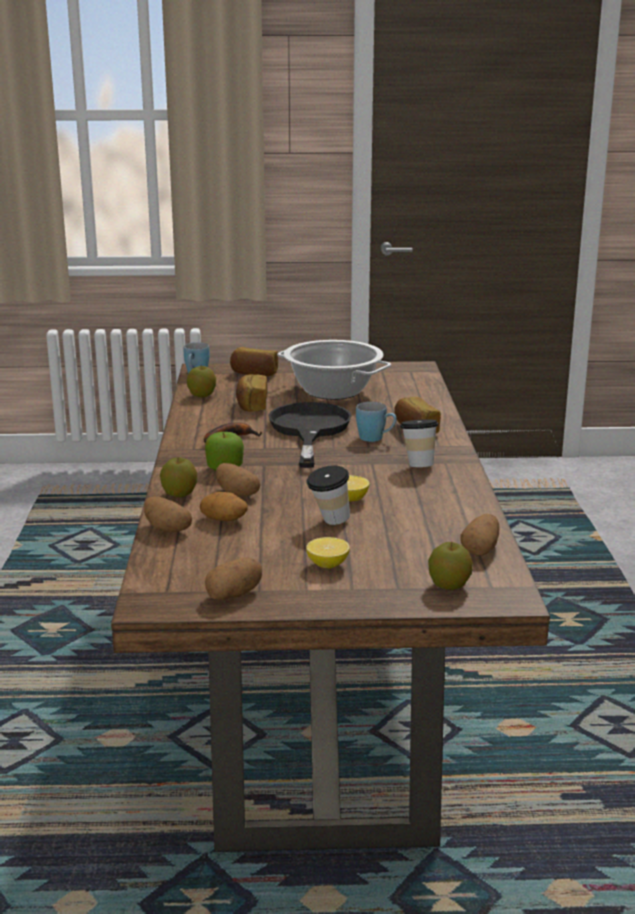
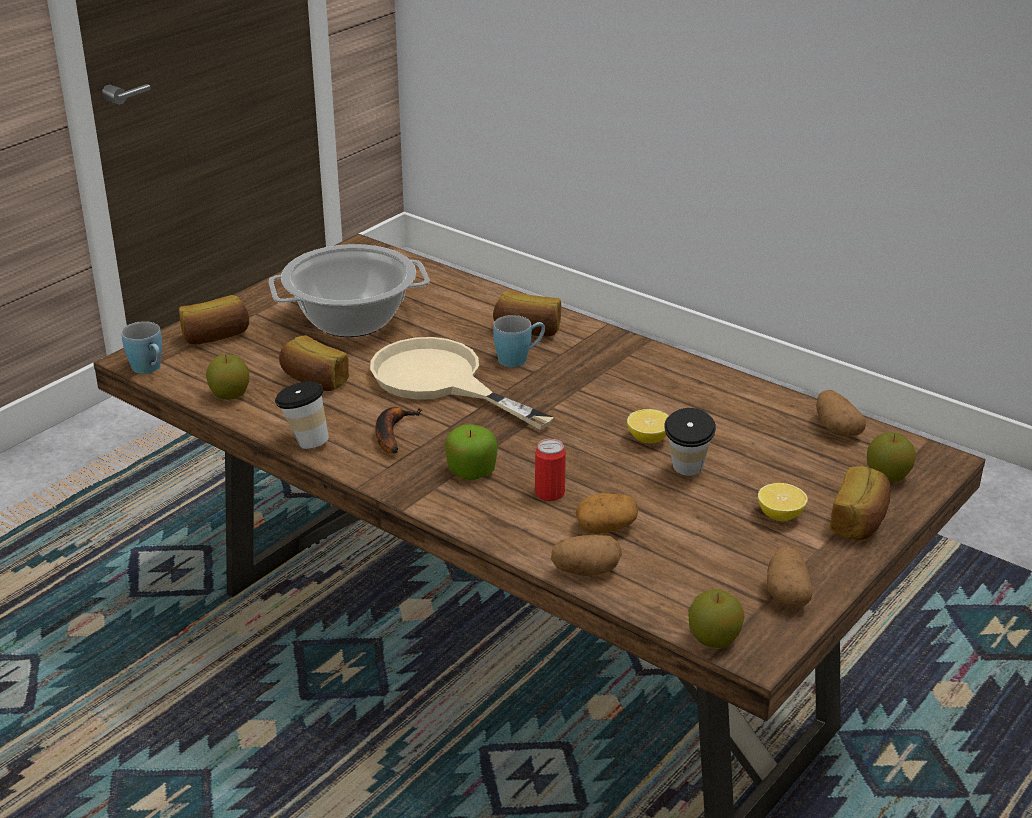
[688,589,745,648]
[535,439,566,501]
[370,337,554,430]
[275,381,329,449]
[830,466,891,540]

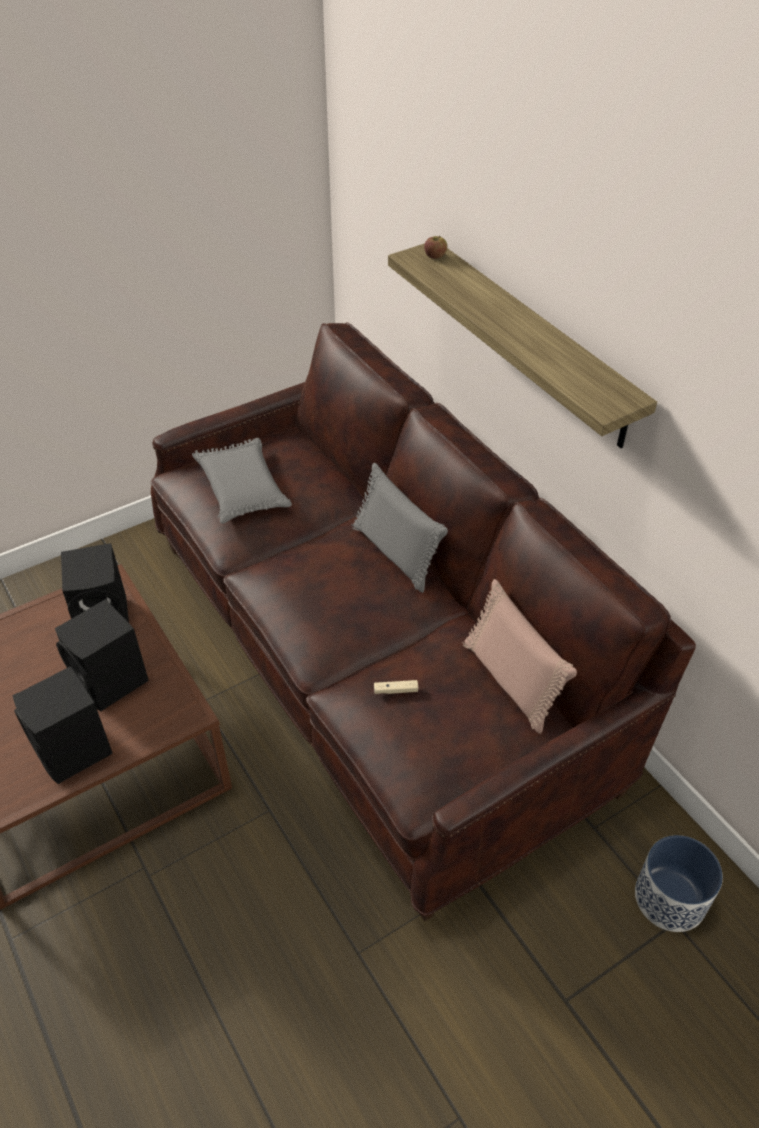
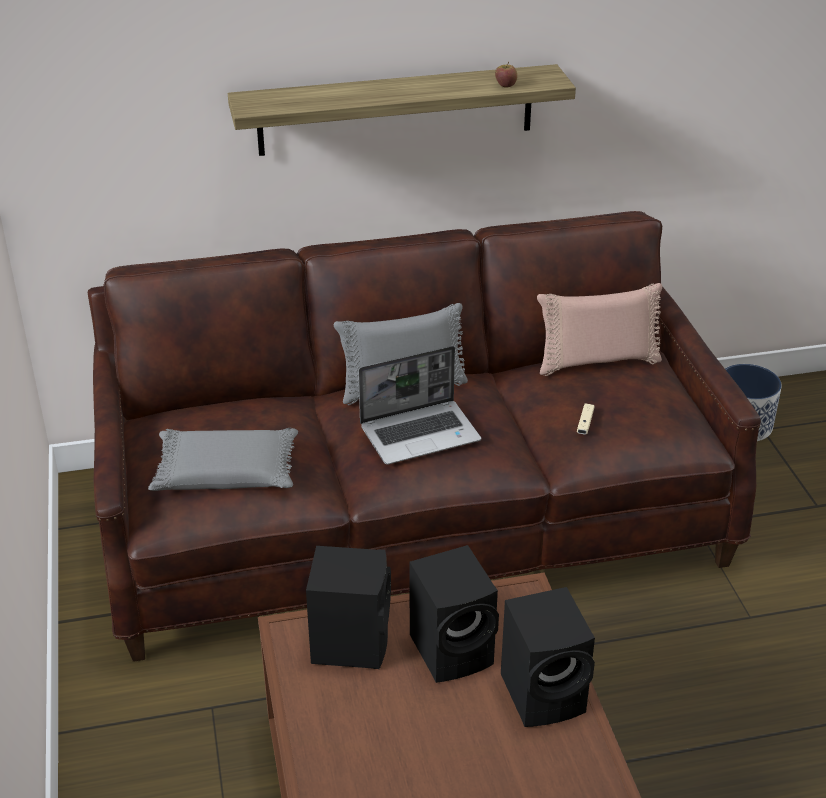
[495,62,517,88]
[359,346,481,465]

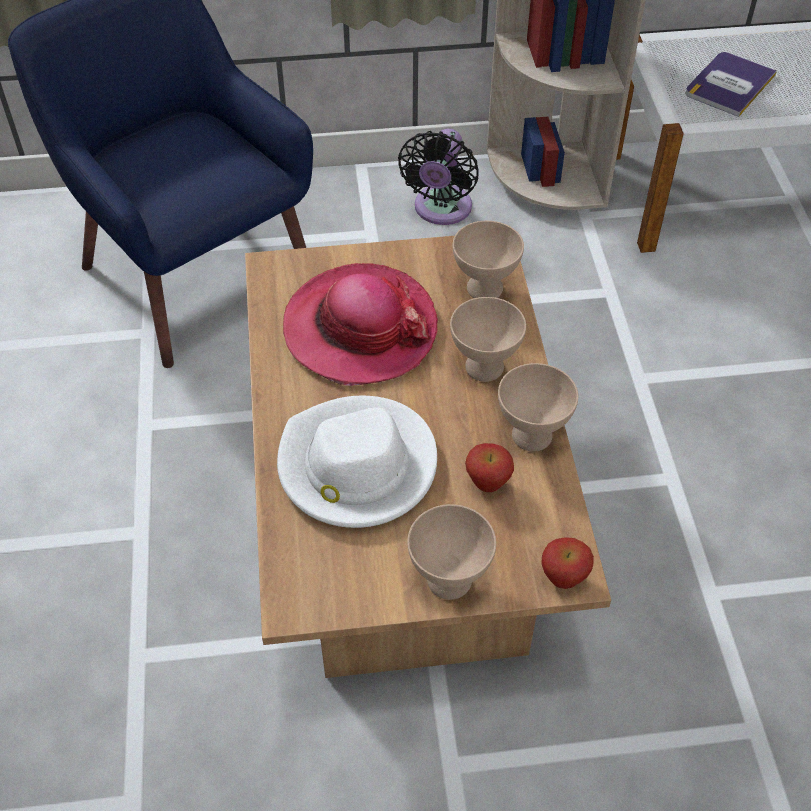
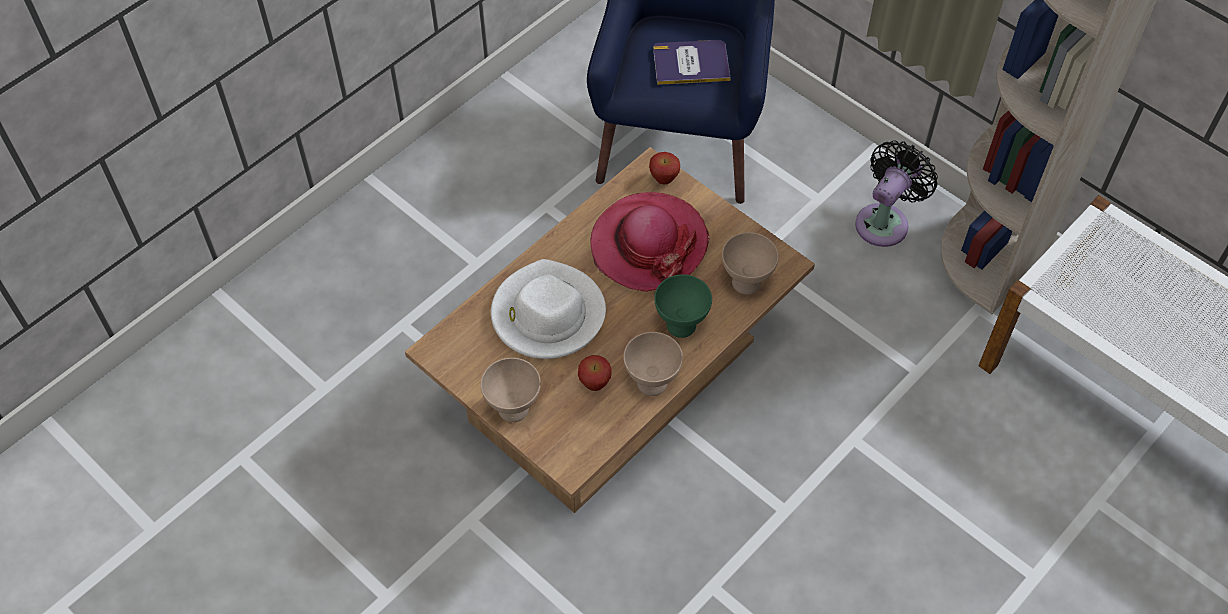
[855,140,938,247]
[654,274,712,338]
[649,152,680,184]
[653,40,731,85]

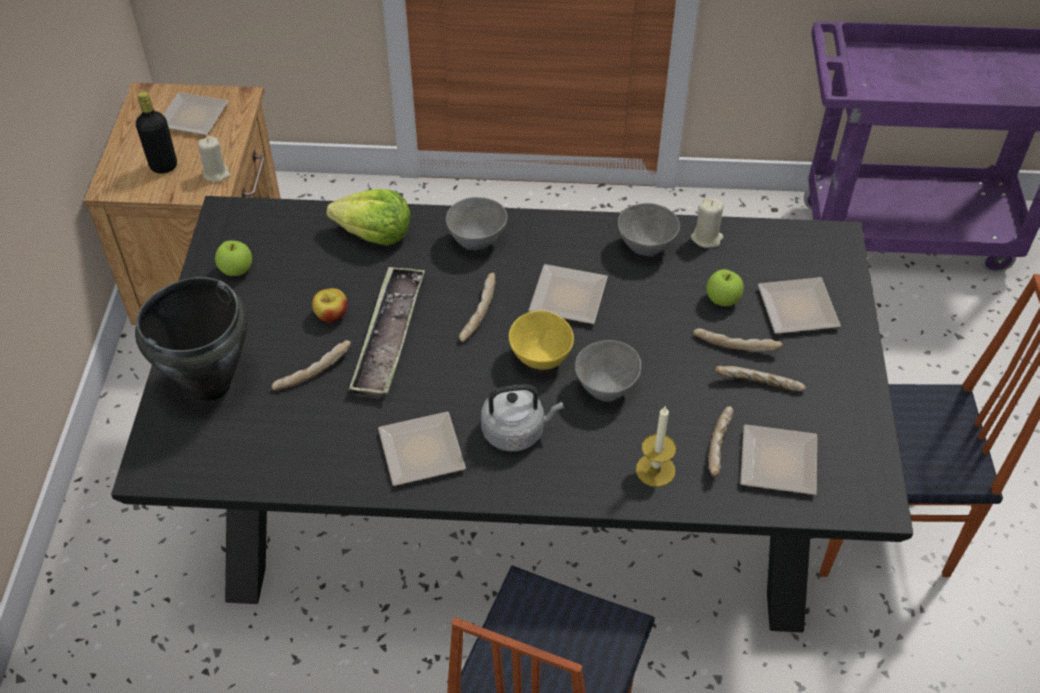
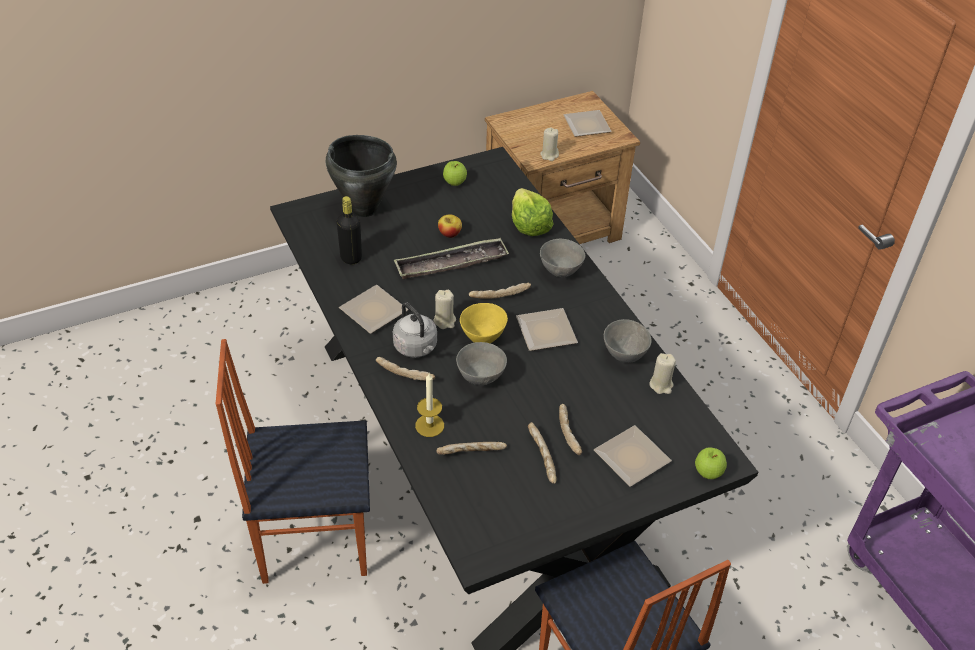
[337,196,362,264]
[376,357,435,381]
[695,447,727,479]
[740,425,817,495] (first image)
[433,290,456,329]

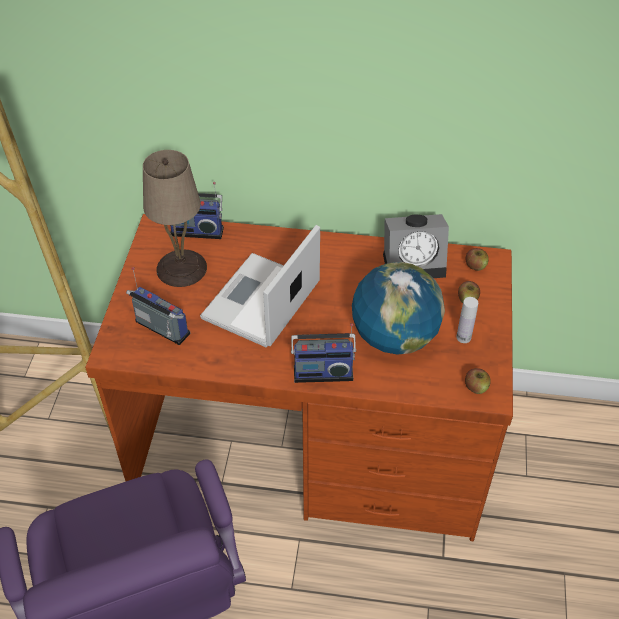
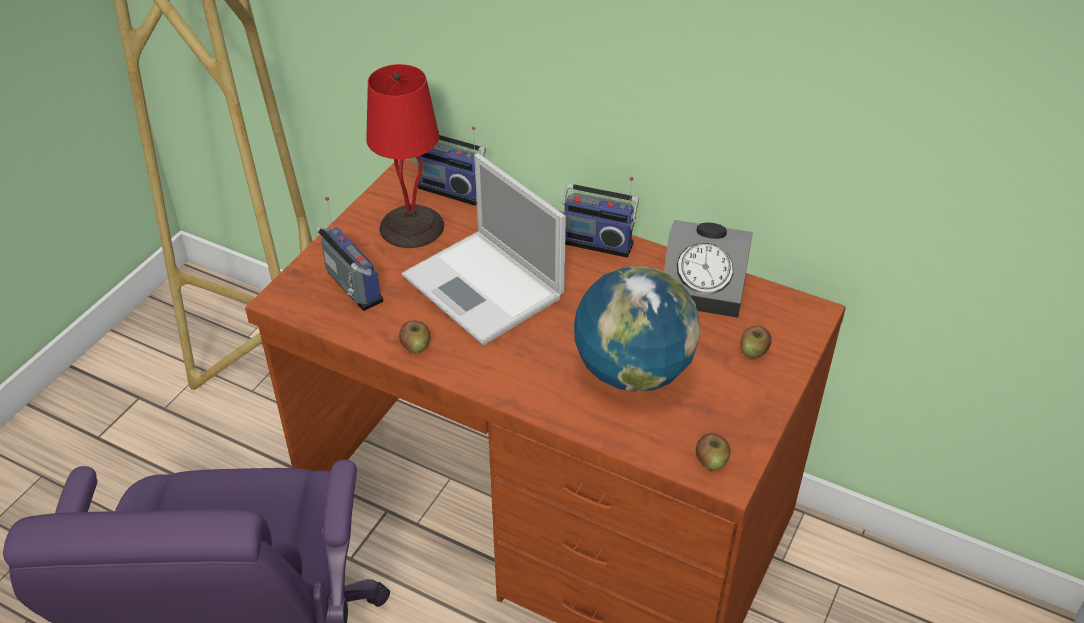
[366,64,444,248]
[401,154,566,345]
[562,177,639,258]
[456,297,478,343] (first image)
[399,321,430,353]

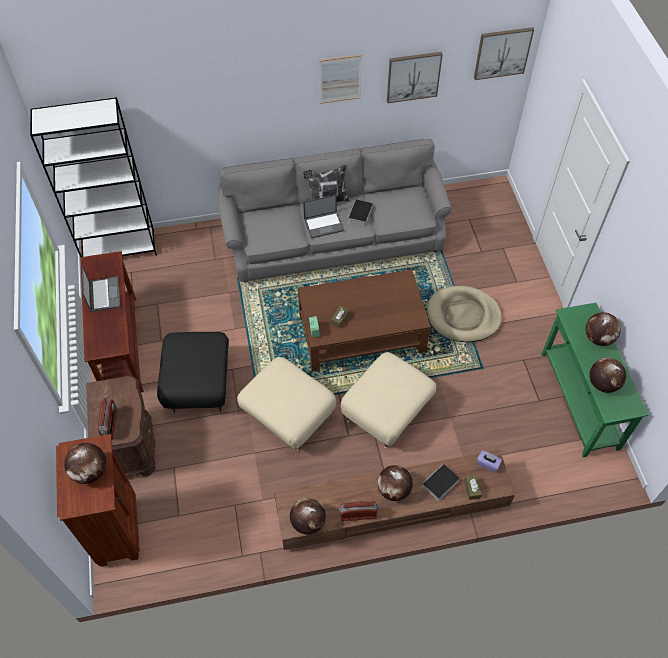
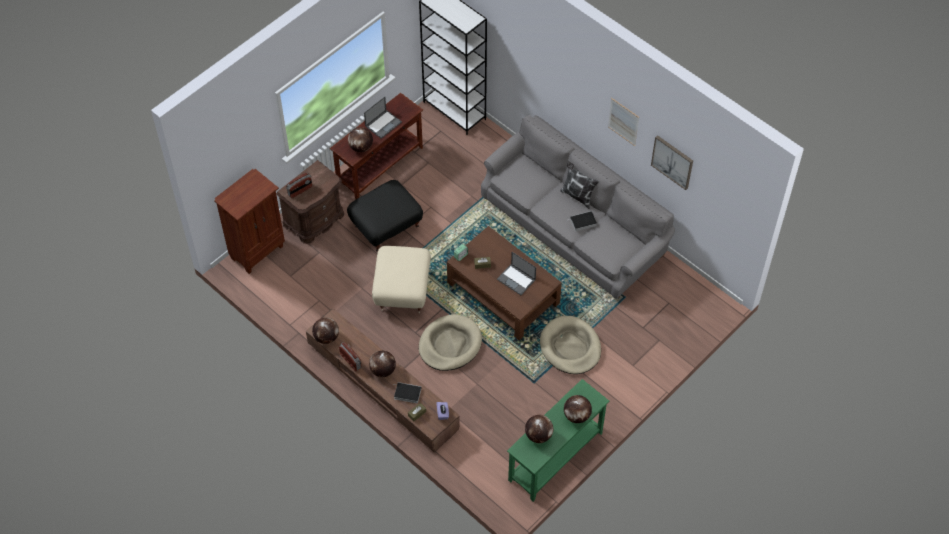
[348,127,373,152]
[497,252,536,295]
[419,314,482,371]
[474,27,534,80] (first image)

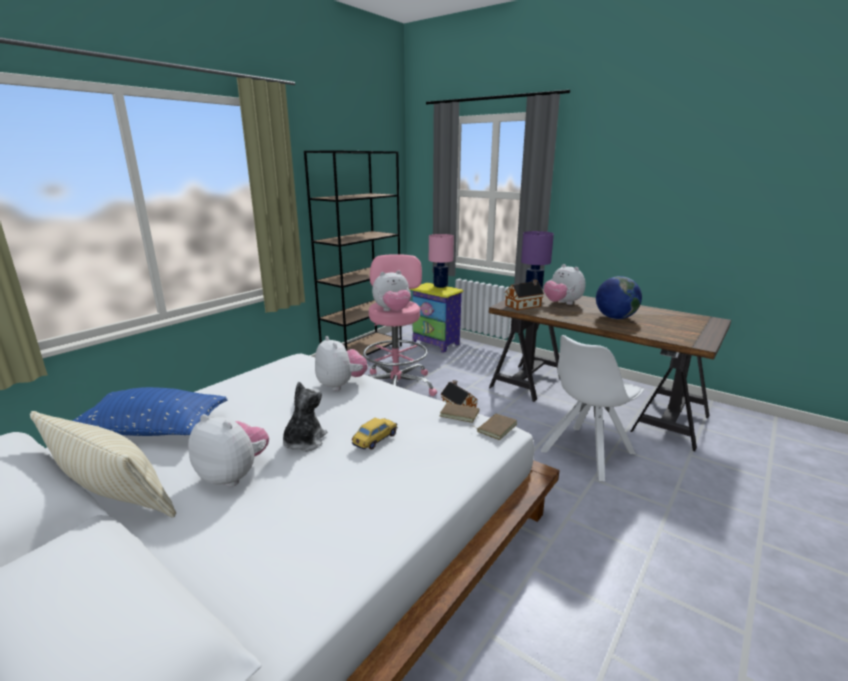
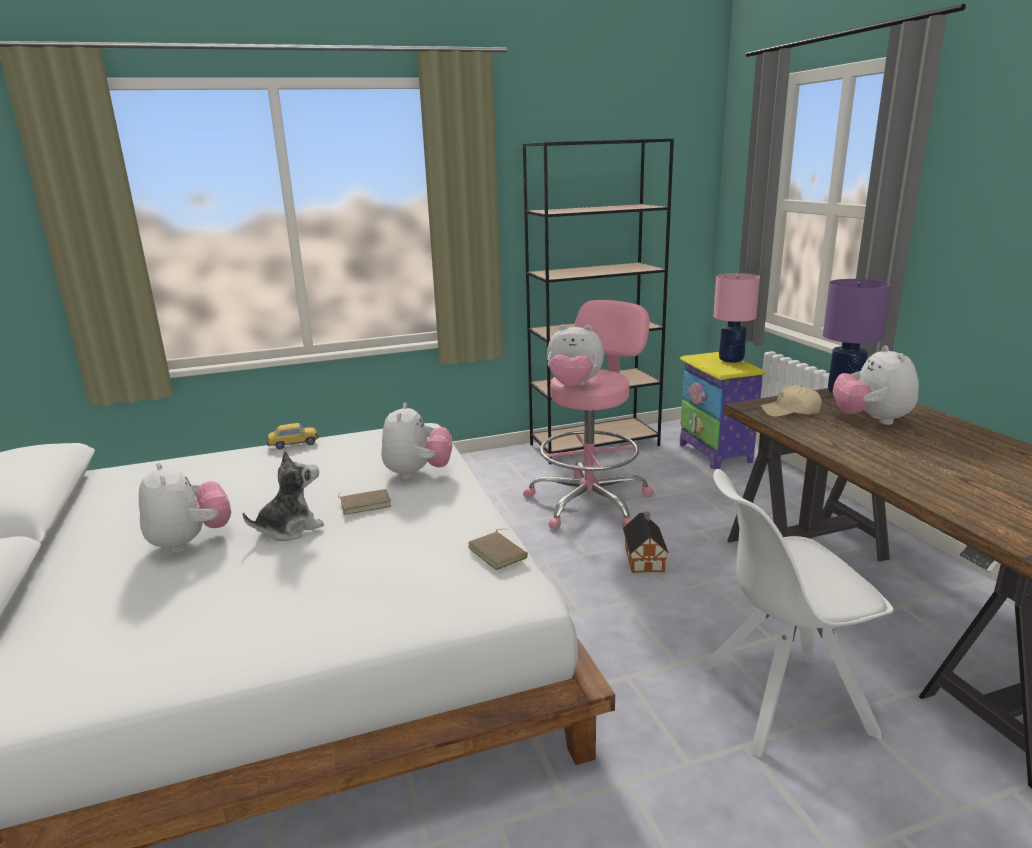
[30,411,176,517] (first image)
[72,387,227,436] (first image)
[267,423,319,450]
[338,489,391,515]
[761,385,822,417]
[596,276,642,319] (first image)

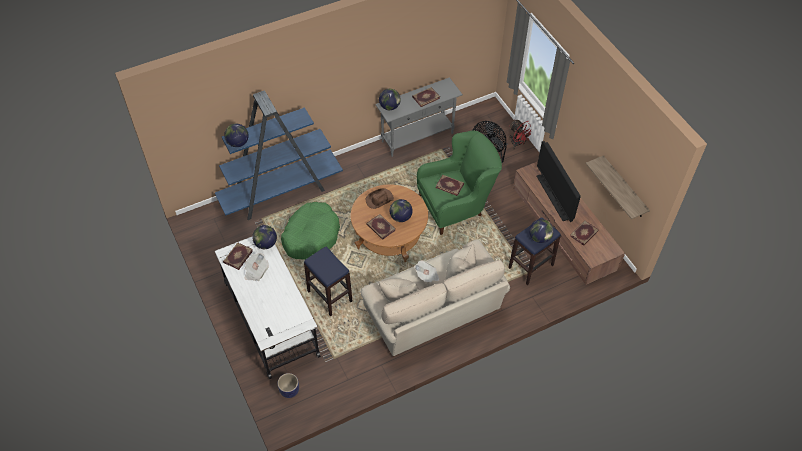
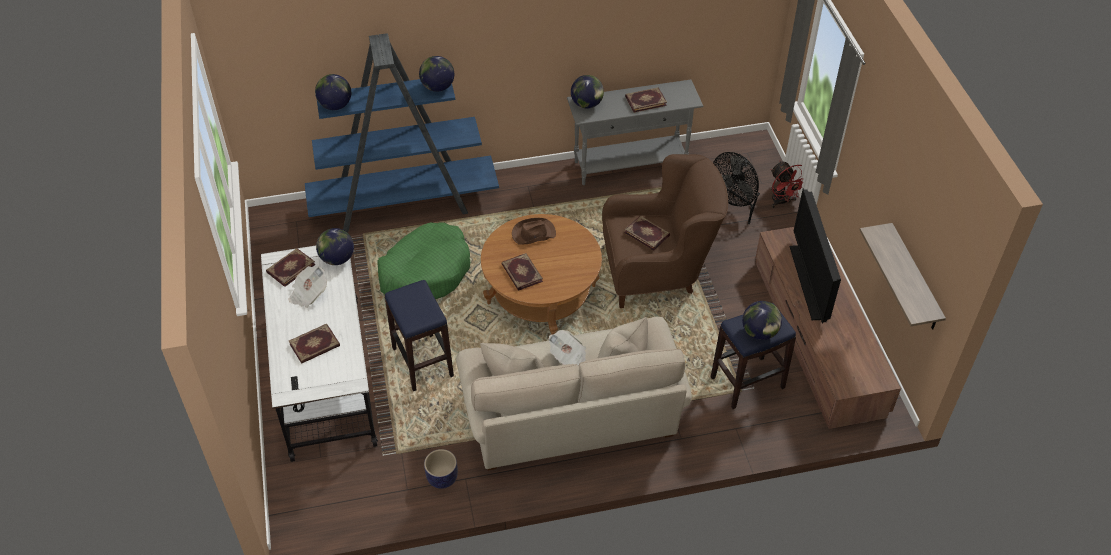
[424,449,458,489]
[419,56,454,92]
[602,154,728,308]
[289,324,340,364]

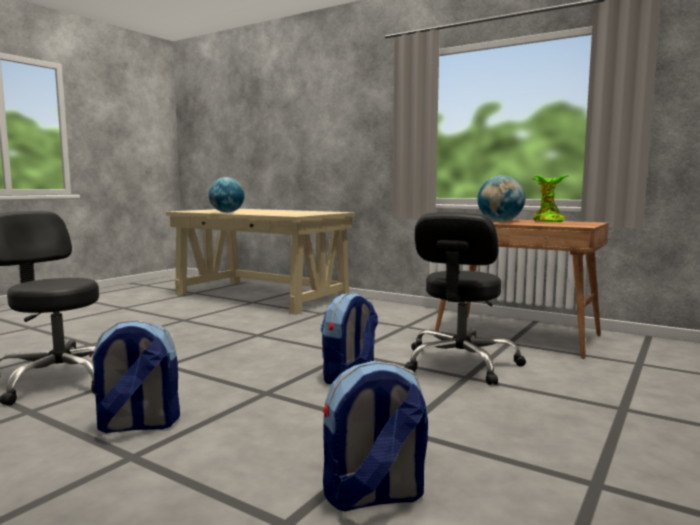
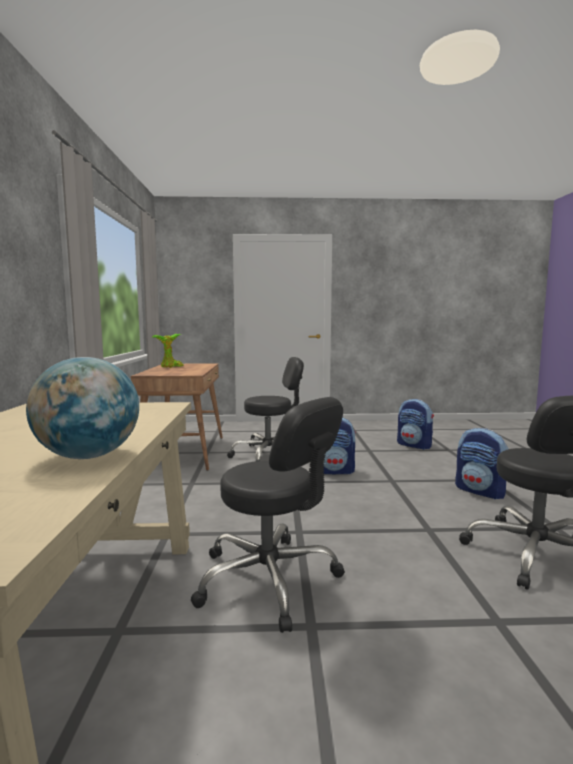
[477,175,525,222] (first image)
[191,397,345,633]

